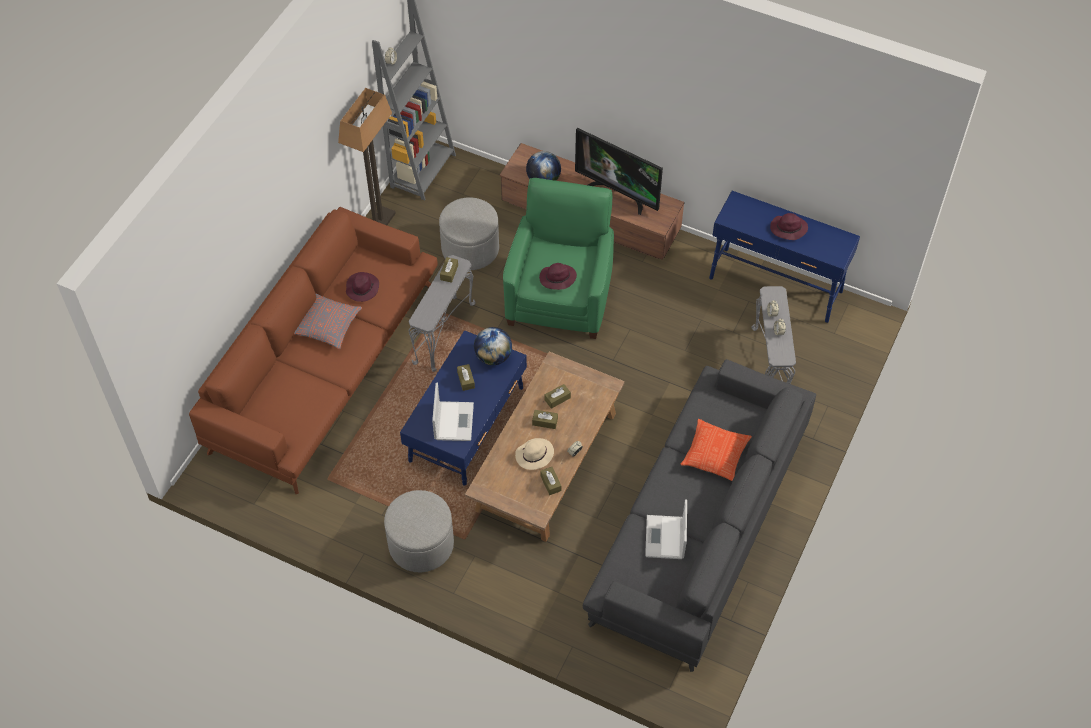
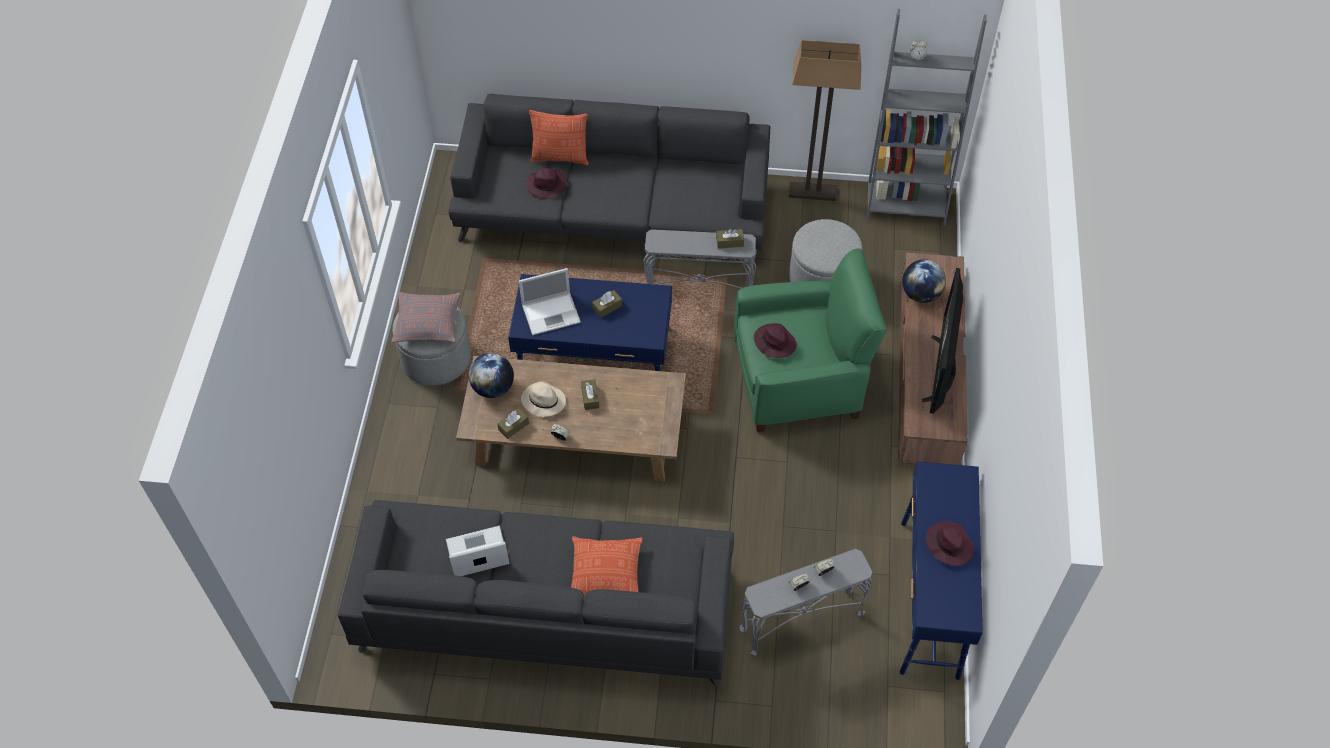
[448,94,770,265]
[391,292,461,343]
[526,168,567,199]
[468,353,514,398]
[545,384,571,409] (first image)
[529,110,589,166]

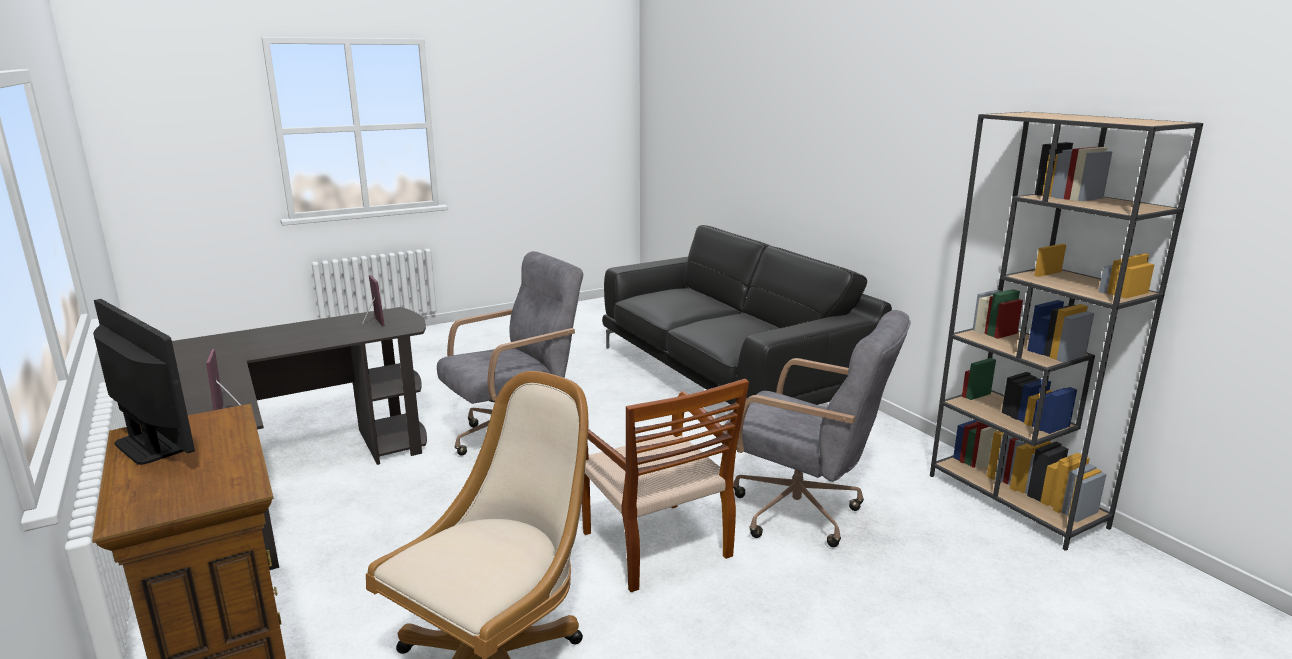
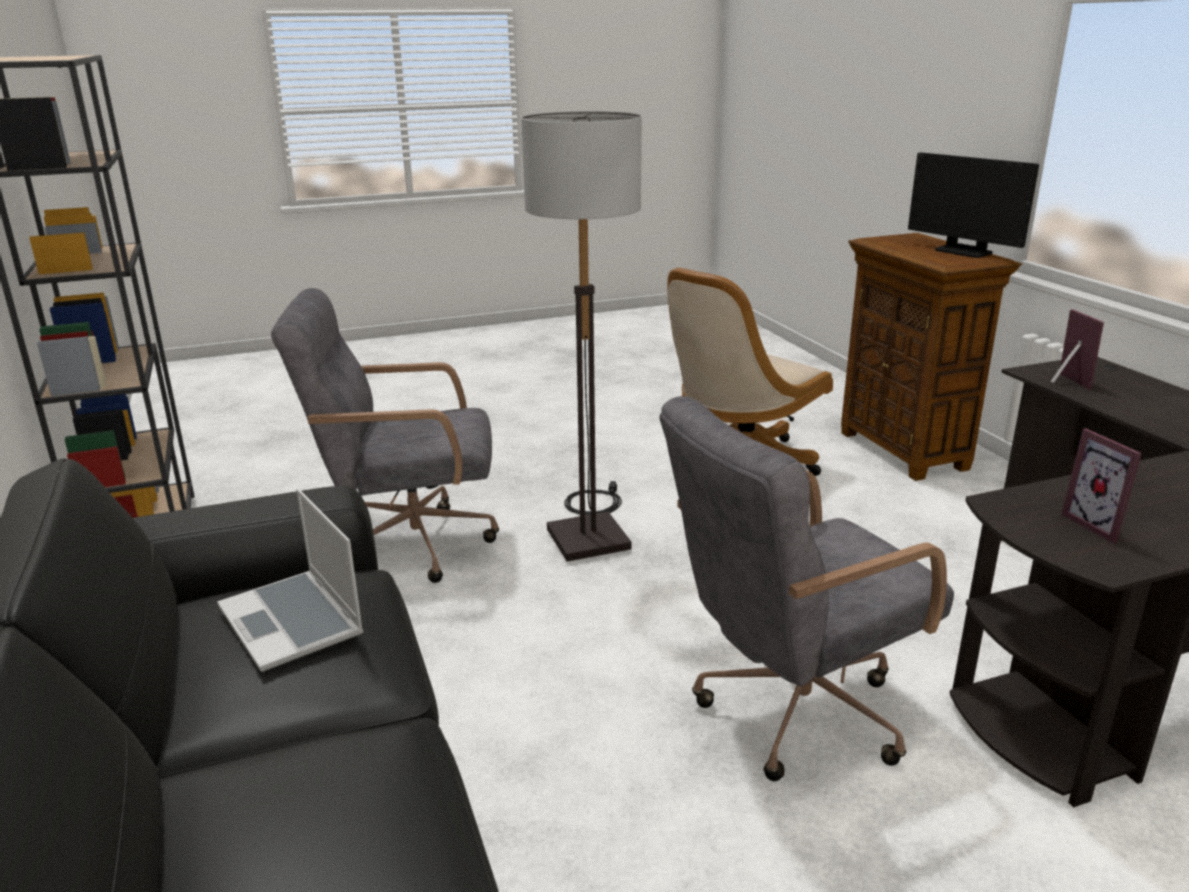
[521,111,642,562]
[271,288,499,583]
[217,489,364,672]

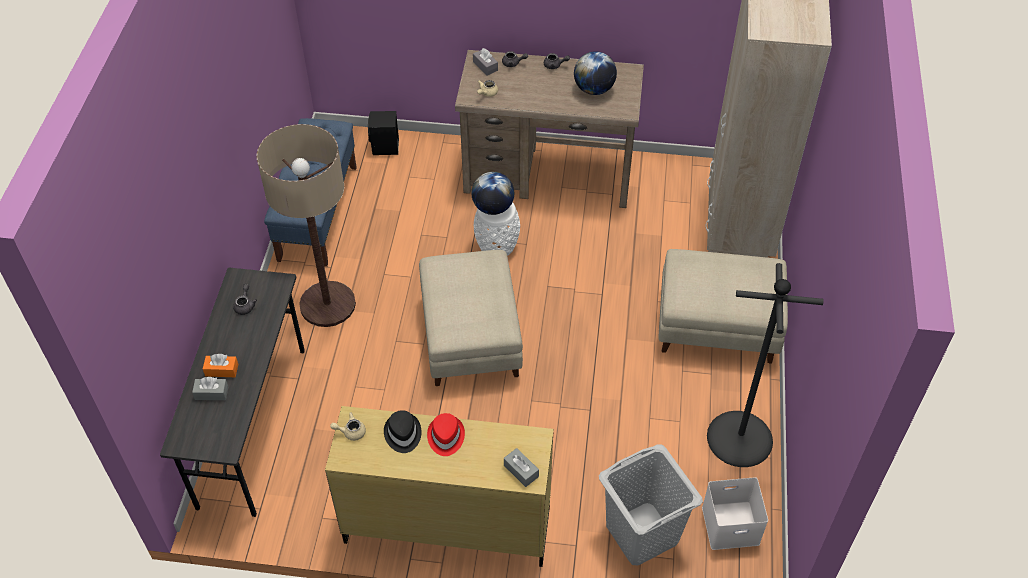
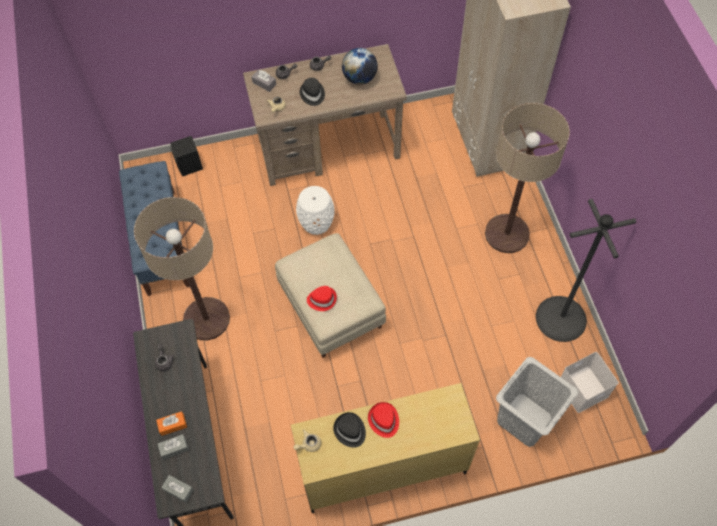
[471,172,514,215] (first image)
[161,475,194,503]
[485,103,570,253]
[300,78,325,106]
[307,286,337,311]

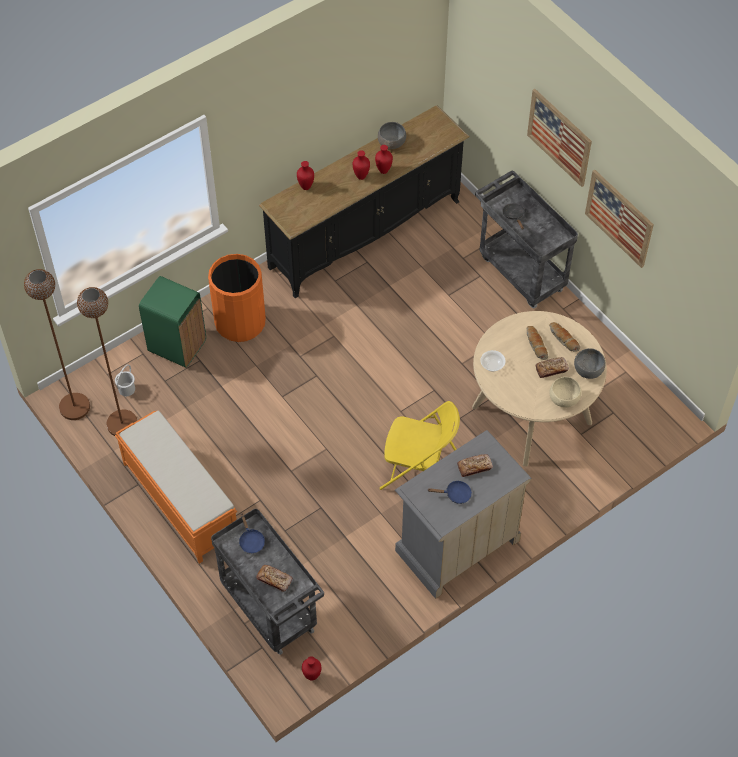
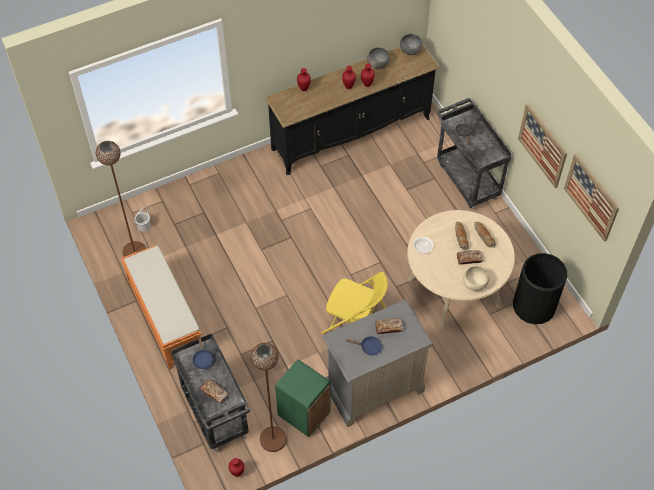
[251,343,287,452]
[275,359,331,437]
[208,254,266,342] (first image)
[564,154,619,242]
[400,34,422,55]
[513,253,567,324]

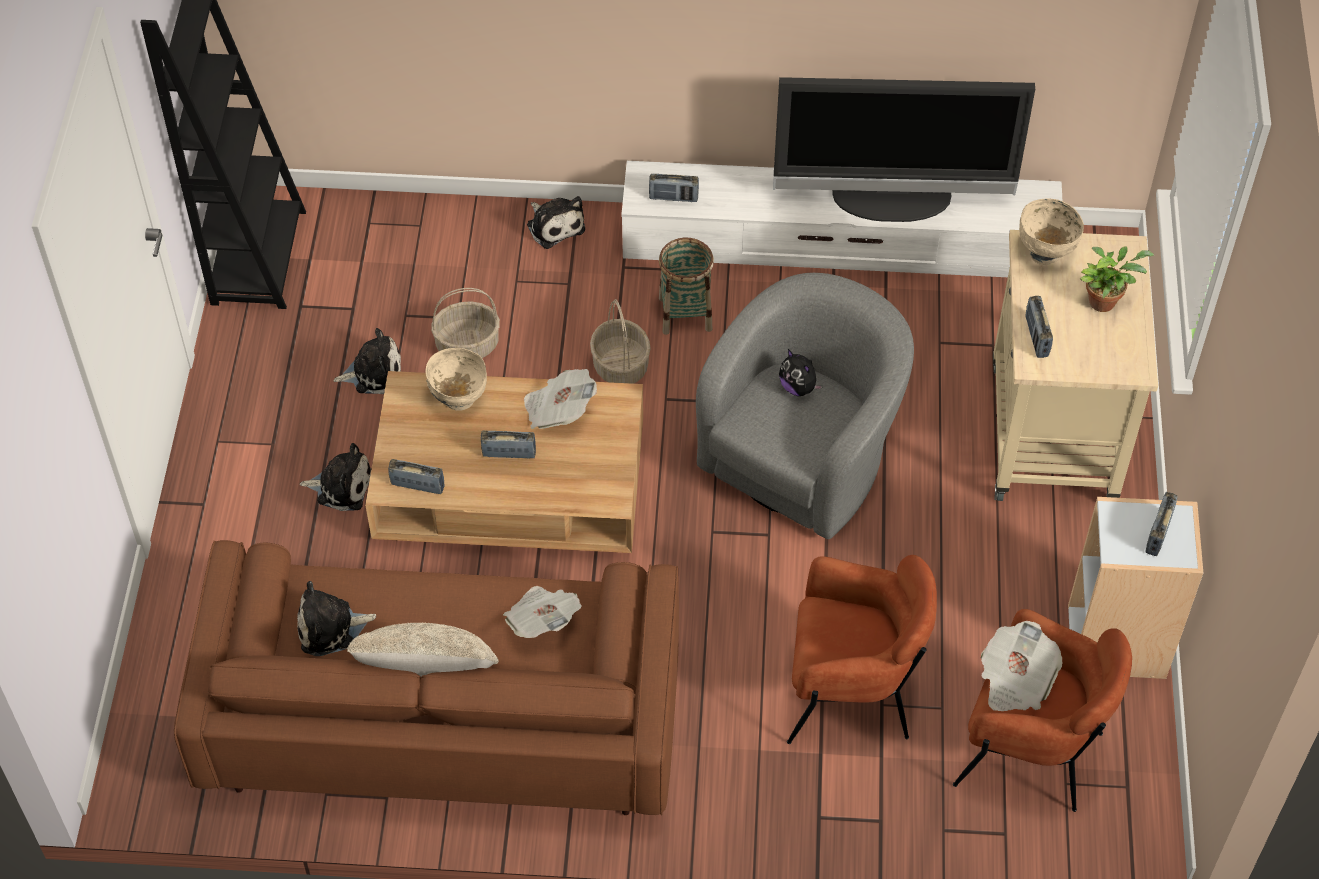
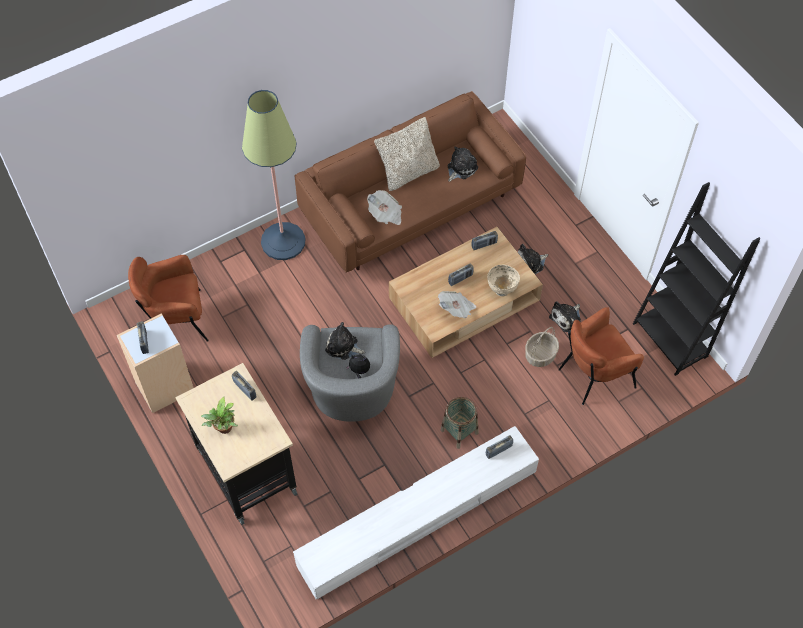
[325,322,365,360]
[590,299,651,384] (first image)
[773,77,1035,222] (first image)
[559,307,644,405]
[981,621,1063,711] (first image)
[175,363,297,525]
[1019,198,1084,265] (first image)
[242,90,305,260]

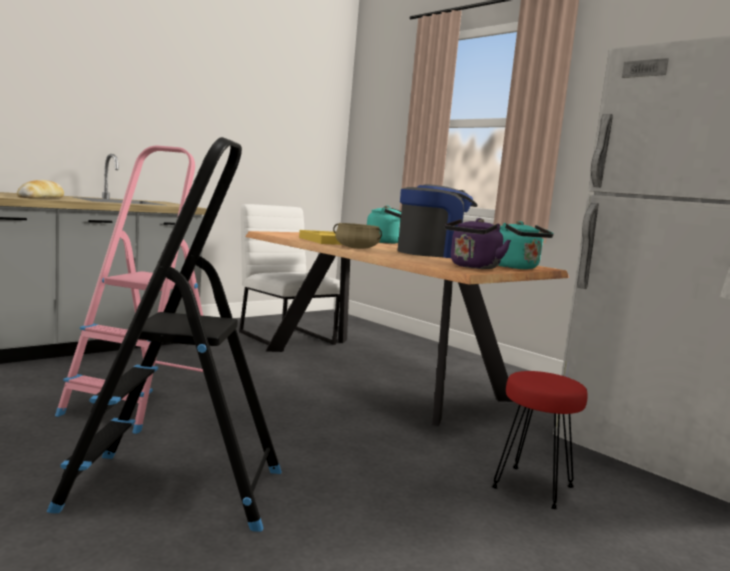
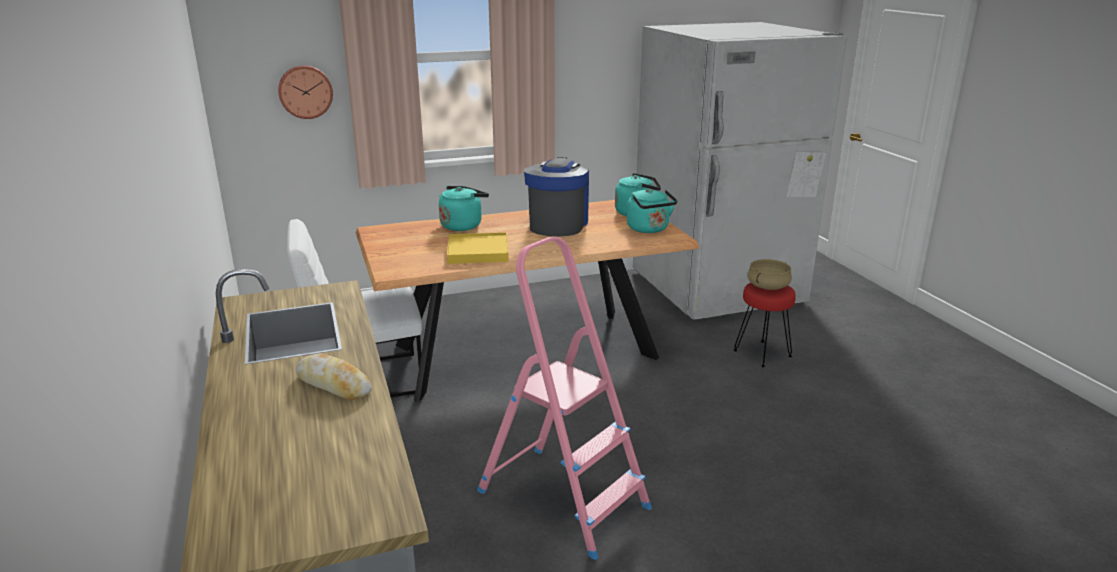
[47,137,282,532] (first image)
[747,259,792,290]
[627,189,677,233]
[278,65,333,119]

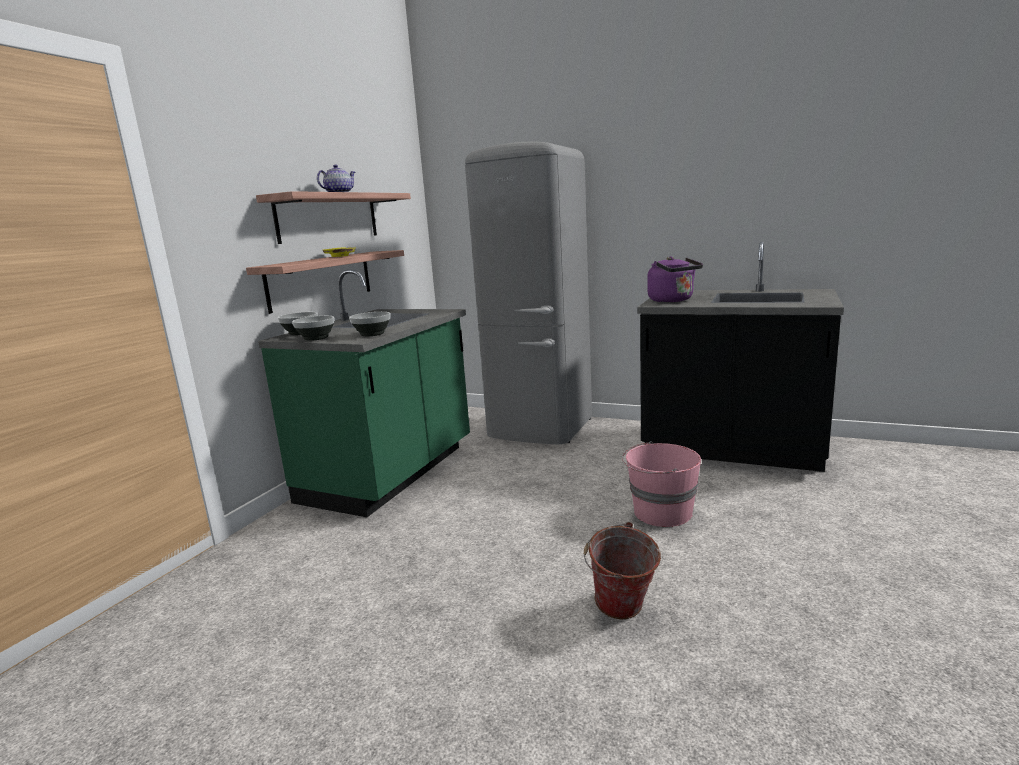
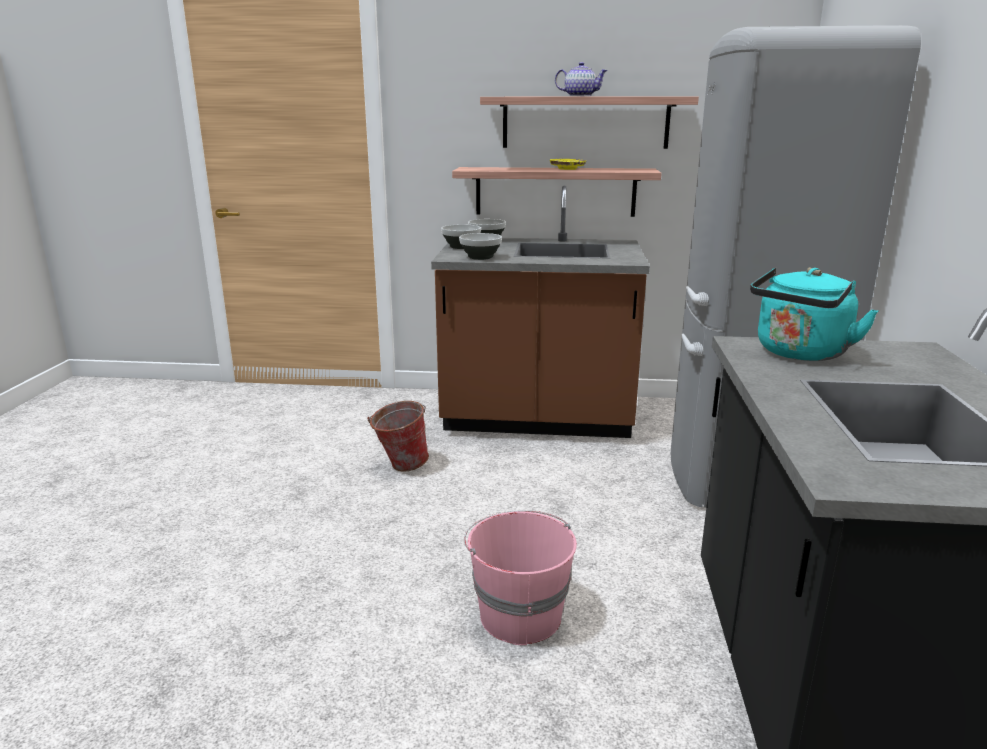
[431,185,650,438]
[367,401,429,472]
[750,267,878,361]

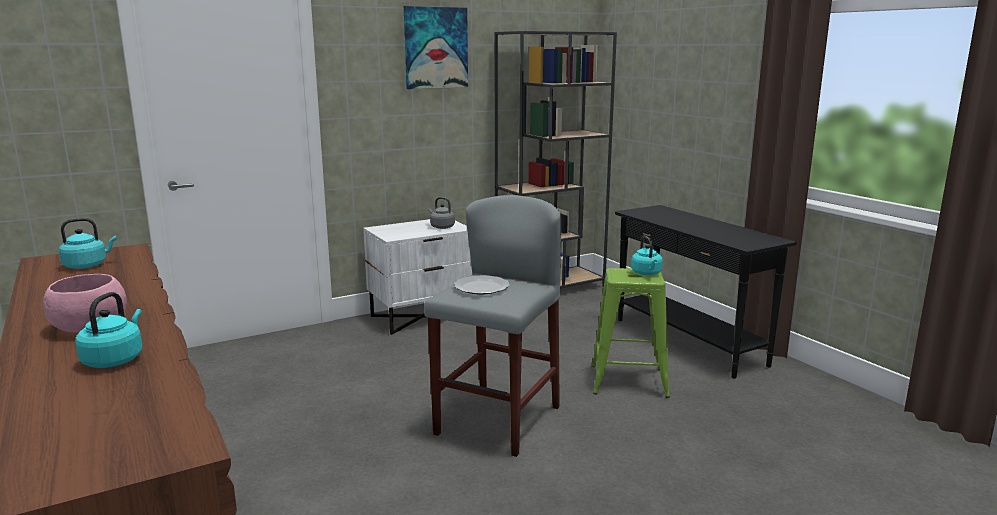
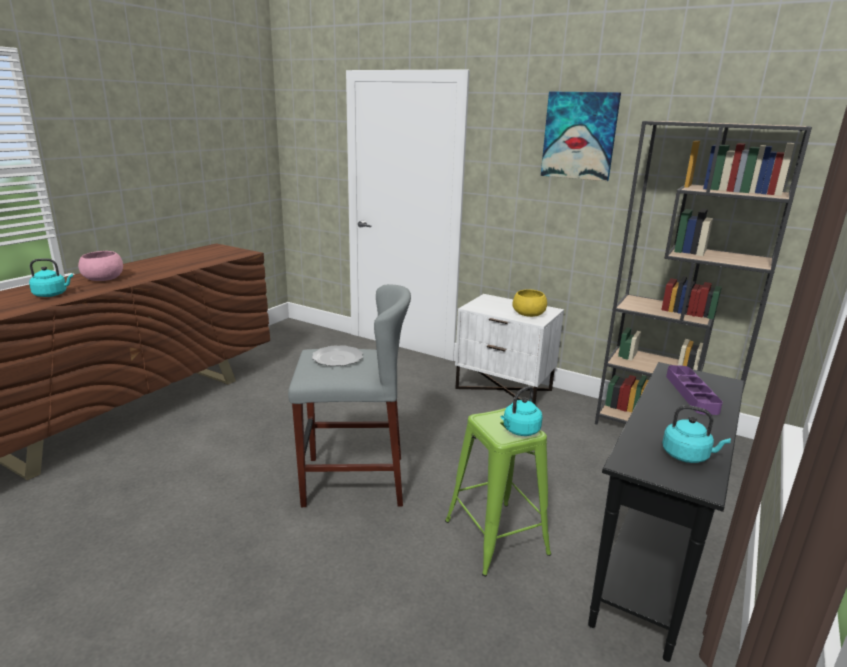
[662,405,731,463]
[513,289,547,317]
[666,365,723,415]

